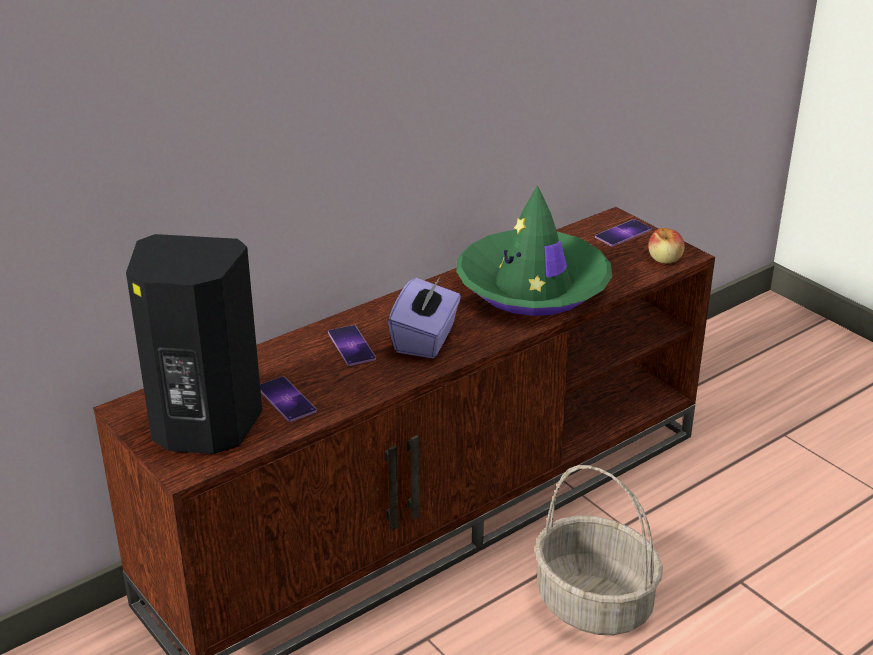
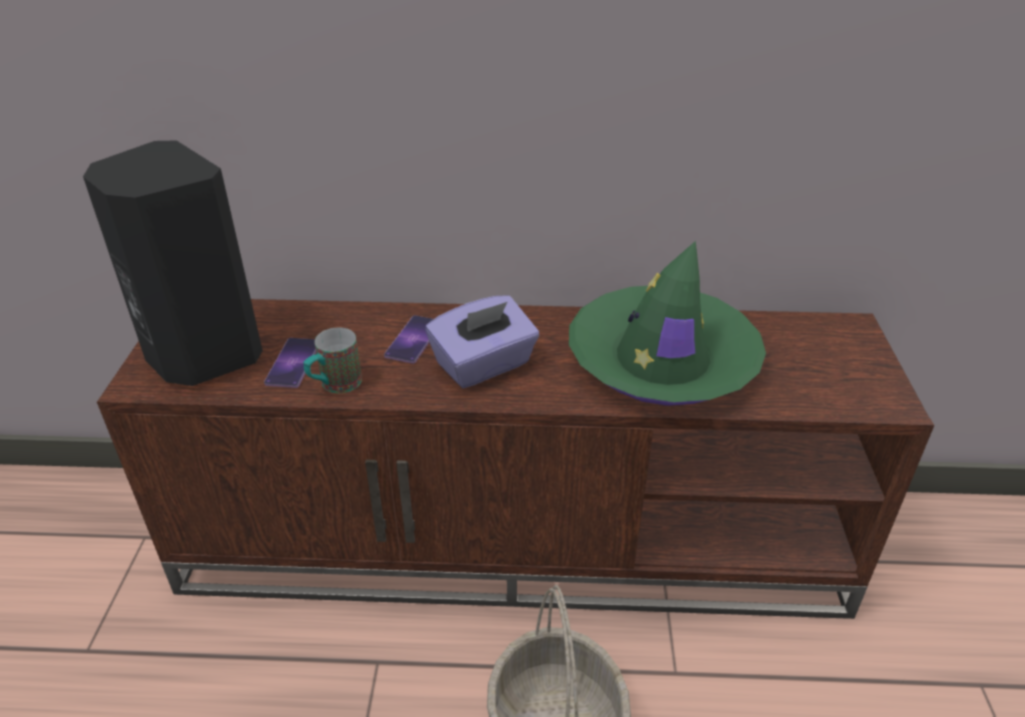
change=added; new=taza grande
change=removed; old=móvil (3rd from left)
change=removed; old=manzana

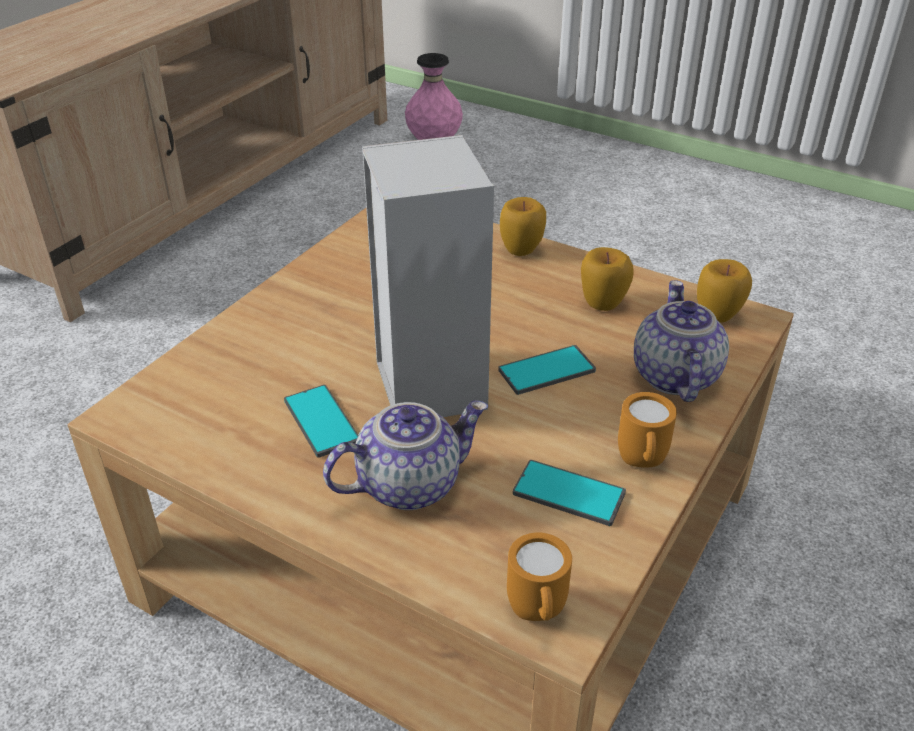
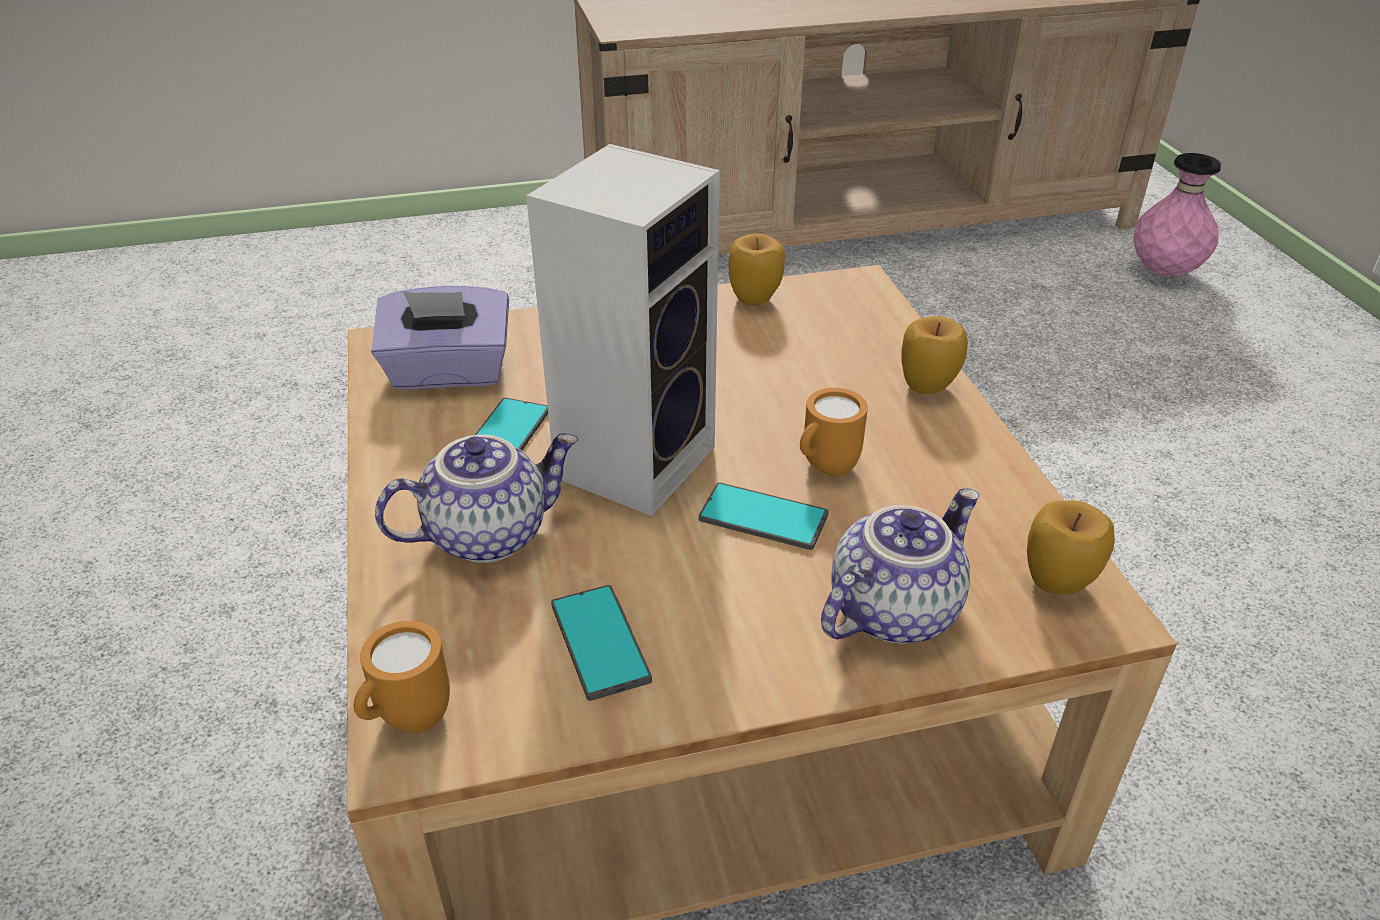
change=added; new=caja de pañuelos (morado)
change=turned; old=tetera (1st from left); degrees=-45
change=moved; old=manzana (2nd from left in the first image); new=manzana (1st from left)
change=moved; old=taza grande (naranja) (2nd from left)

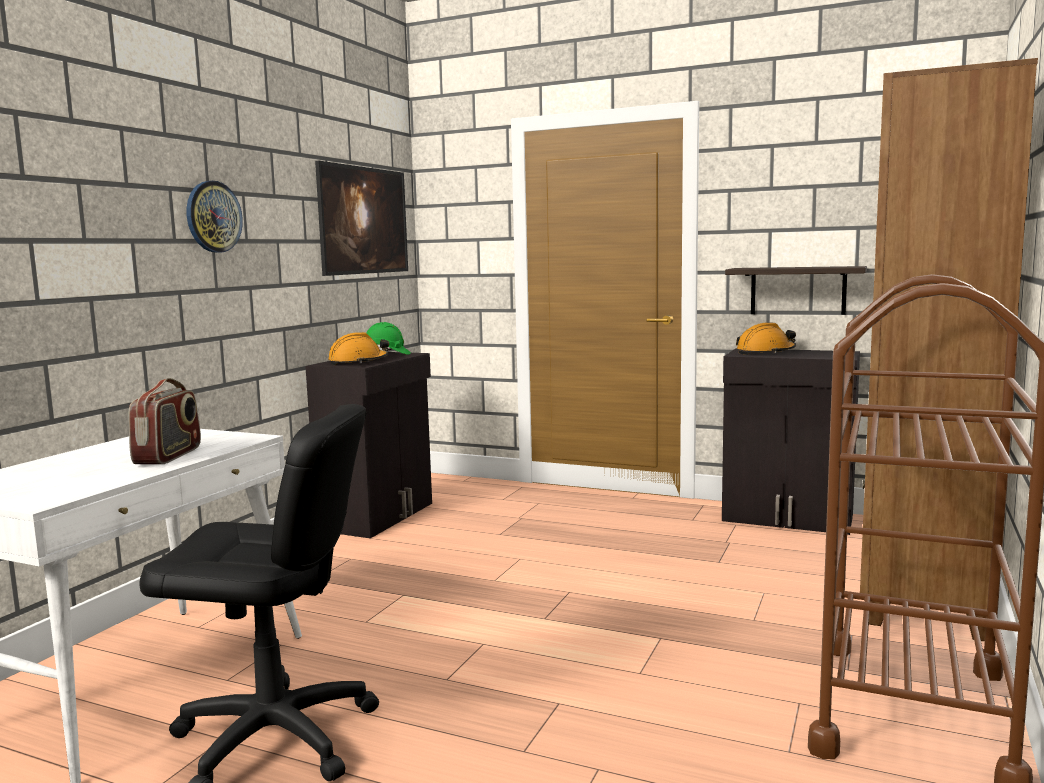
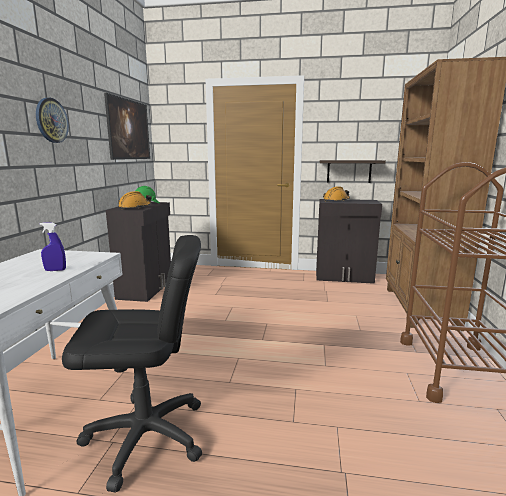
change=replaced; old=radio; new=pulverizador (azul)

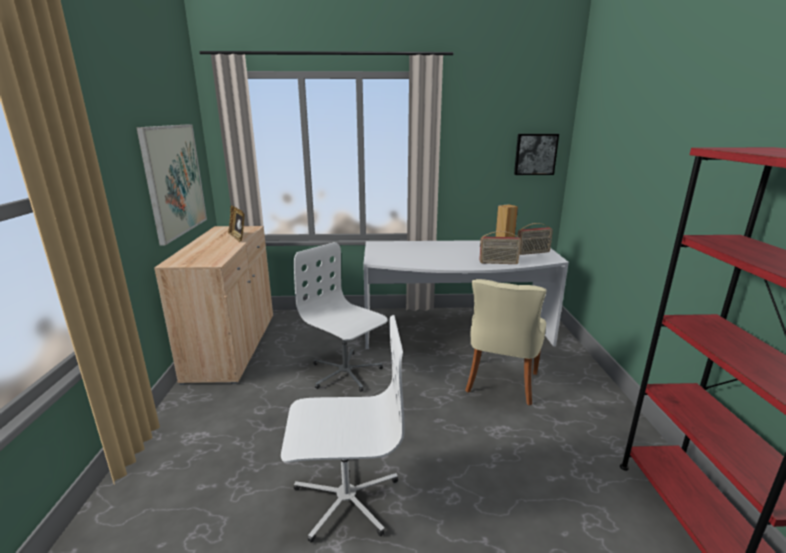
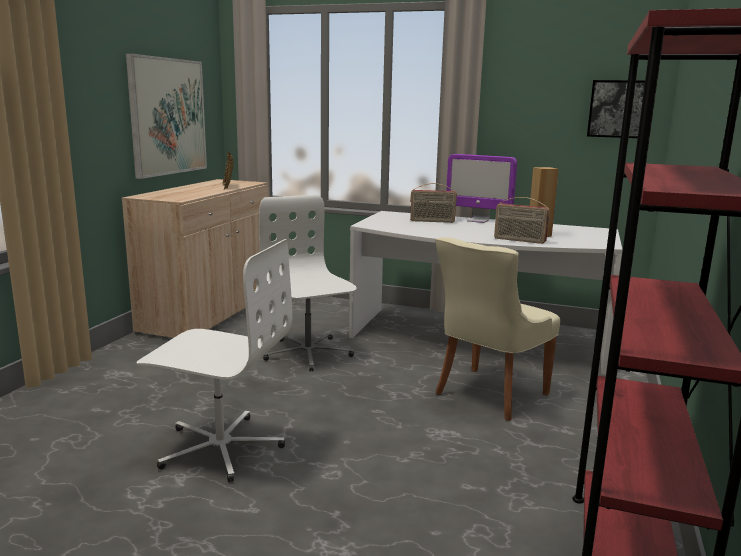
change=moved; old=radio (2nd from left in the first image); new=radio (1st from left)
change=added; new=monitor

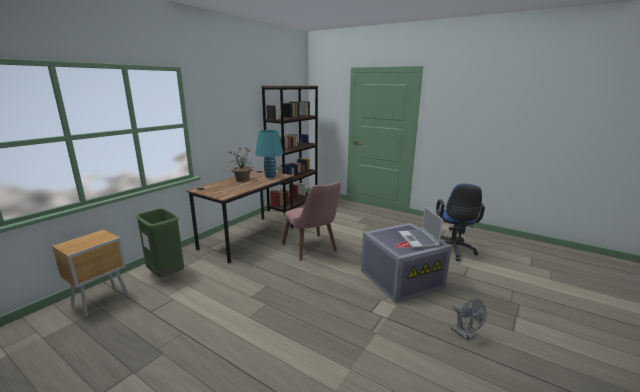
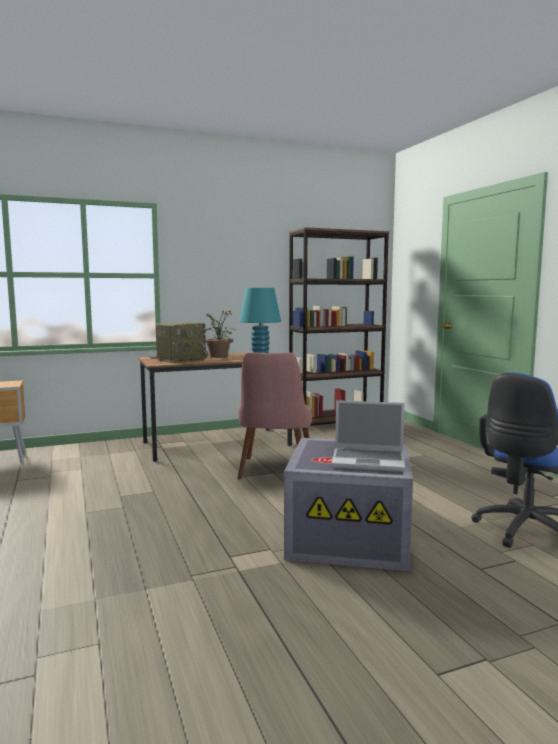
change=added; new=radio
change=turned; old=portátil; degrees=-105
change=removed; old=papelera (verde)
change=removed; old=ventilador (gris)

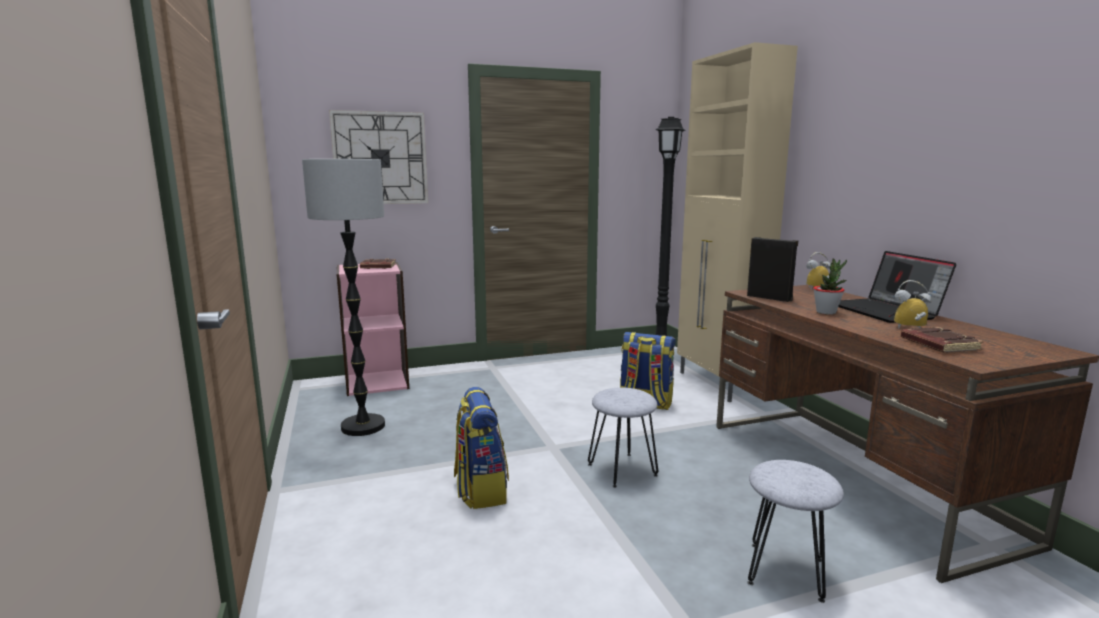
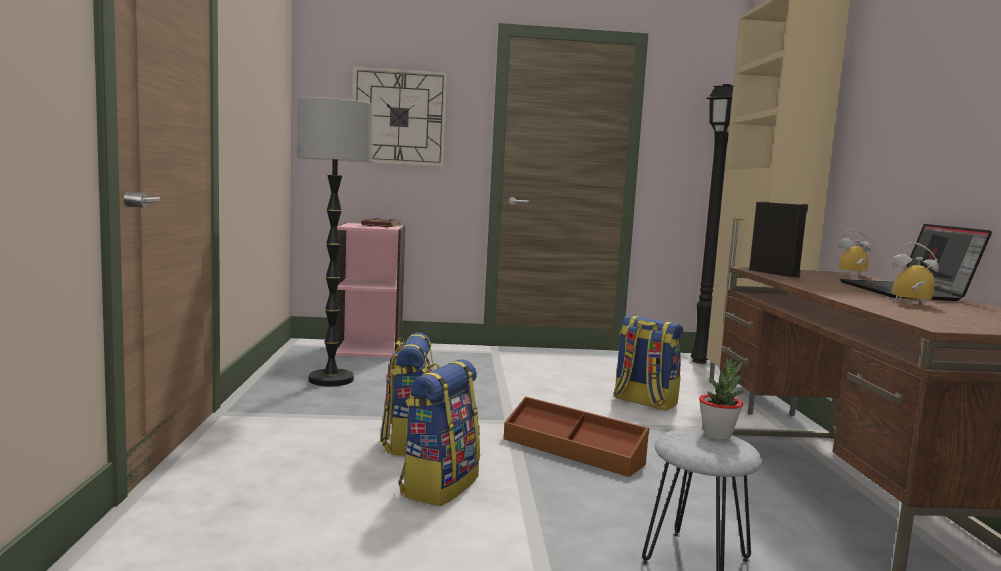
change=added; new=mochila (2nd from left)
change=replaced; old=taburete (gris) (1st from left); new=caja de almacenaje (marrón)
change=moved; old=planta en maceta
change=removed; old=libro (marrón) (2nd from left)

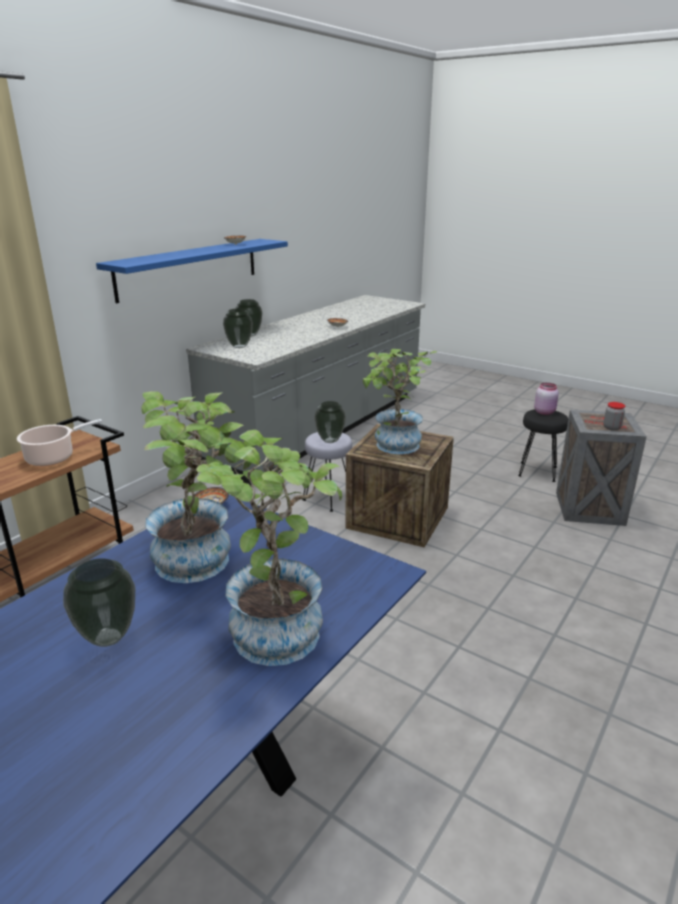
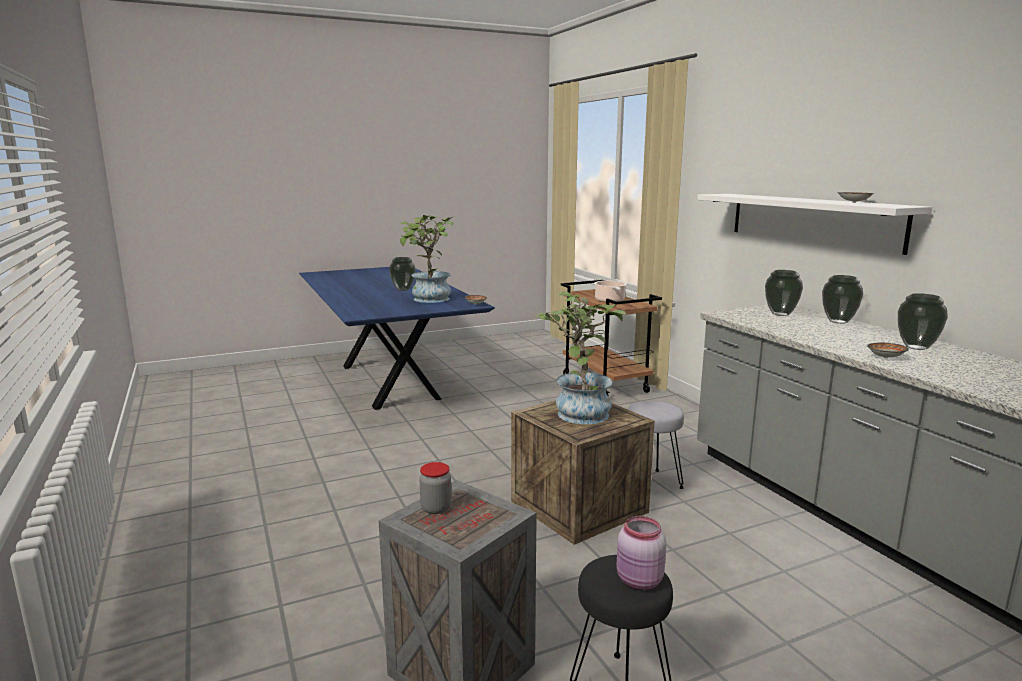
change=recoloured; old=estante (azul); new=estante (blanco)
change=moved; old=florero (4th from left)
change=removed; old=planta en maceta (2nd from left)

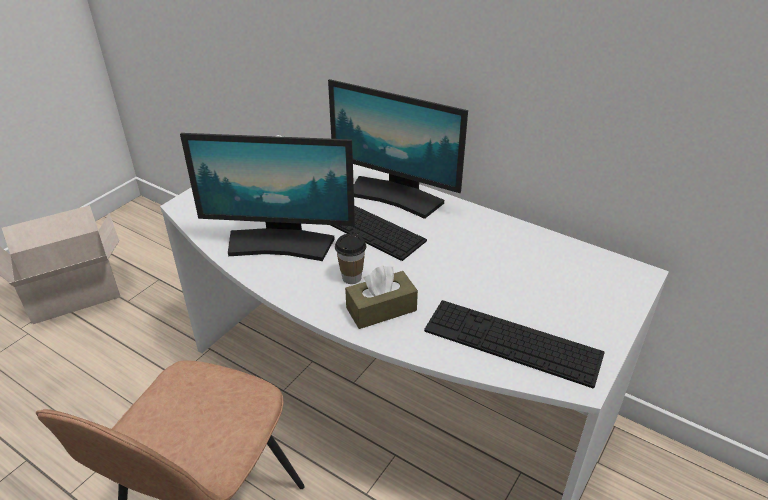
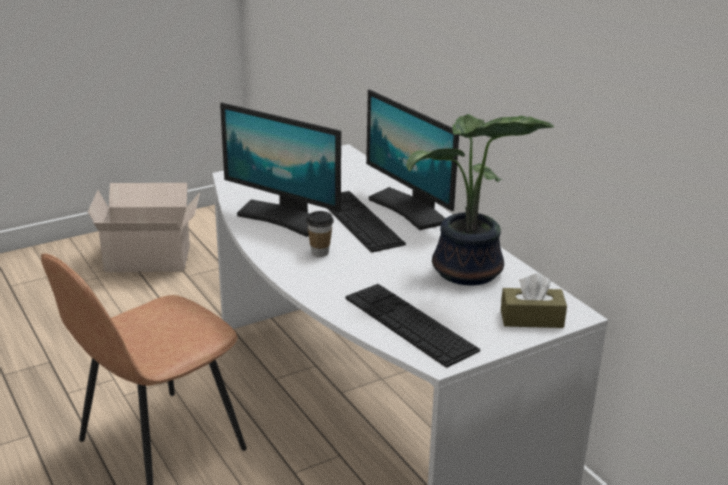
change=added; new=planta en maceta
change=moved; old=caja de pañuelos (marrón)

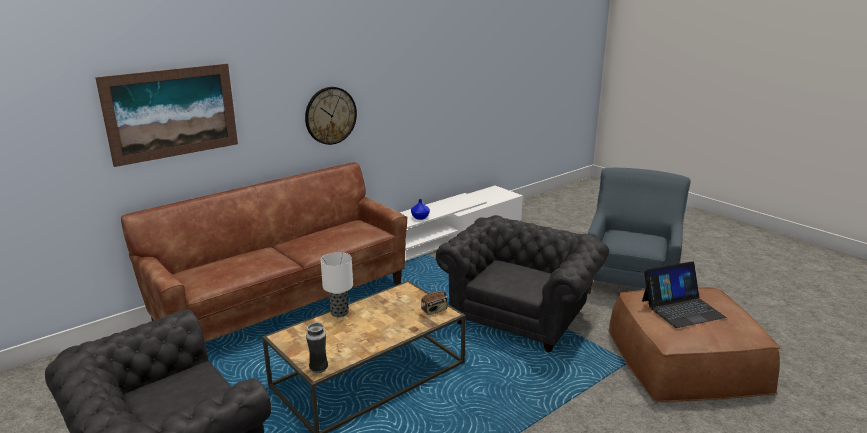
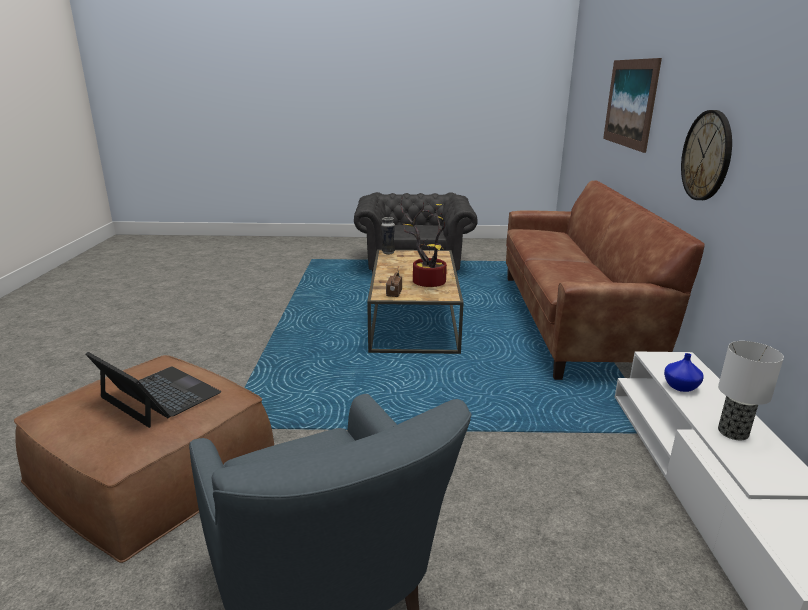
change=turned; old=portátil; degrees=105
change=added; new=planta en maceta
change=moved; old=lámpara de mesa
change=removed; old=sillón (gris) (2nd from left)

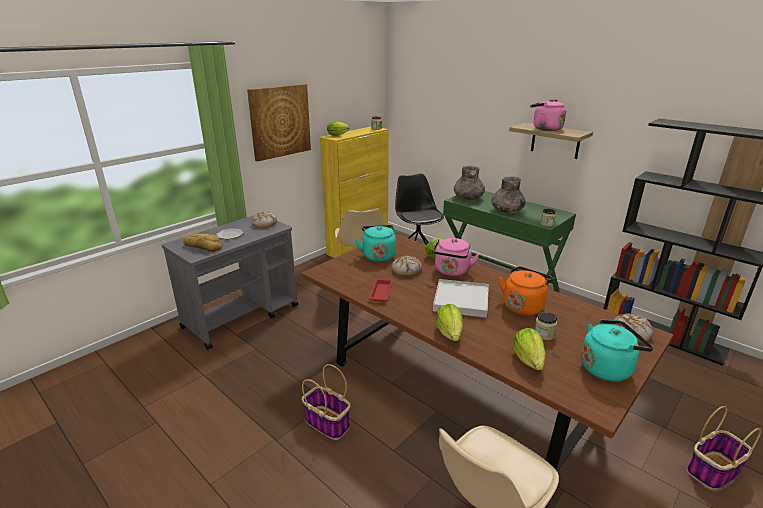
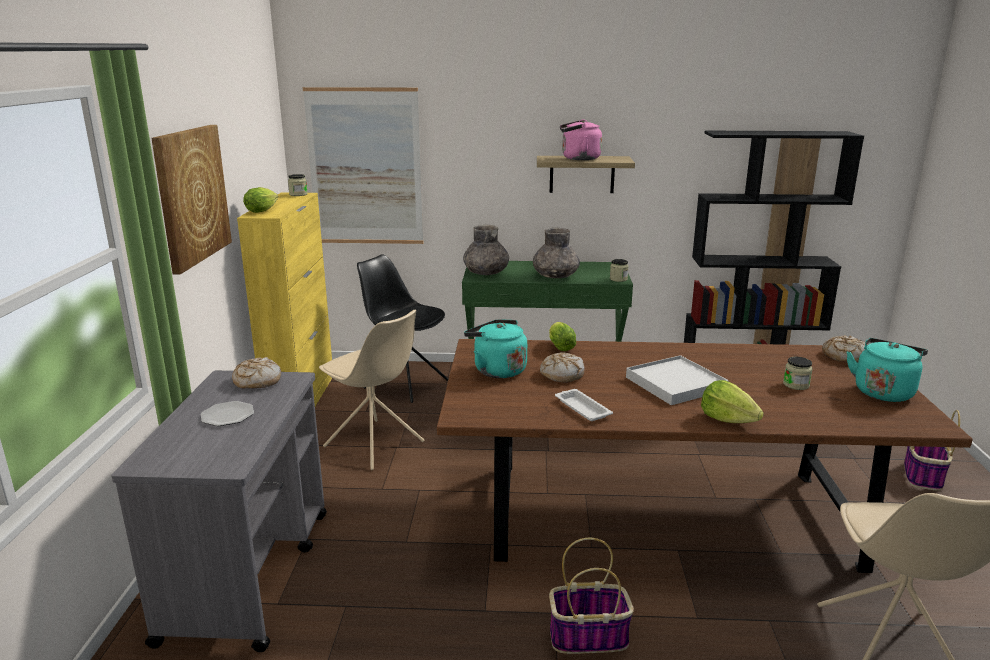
change=added; new=cuadro (2nd from left)
change=recoloured; old=bandeja (rojo); new=bandeja (blanco) (1st from left)
change=removed; old=pan (1st from left)
change=removed; old=hervidor (rosa) (1st from left)
change=removed; old=hervidor (naranja)
change=removed; old=lechuga (4th from left)

